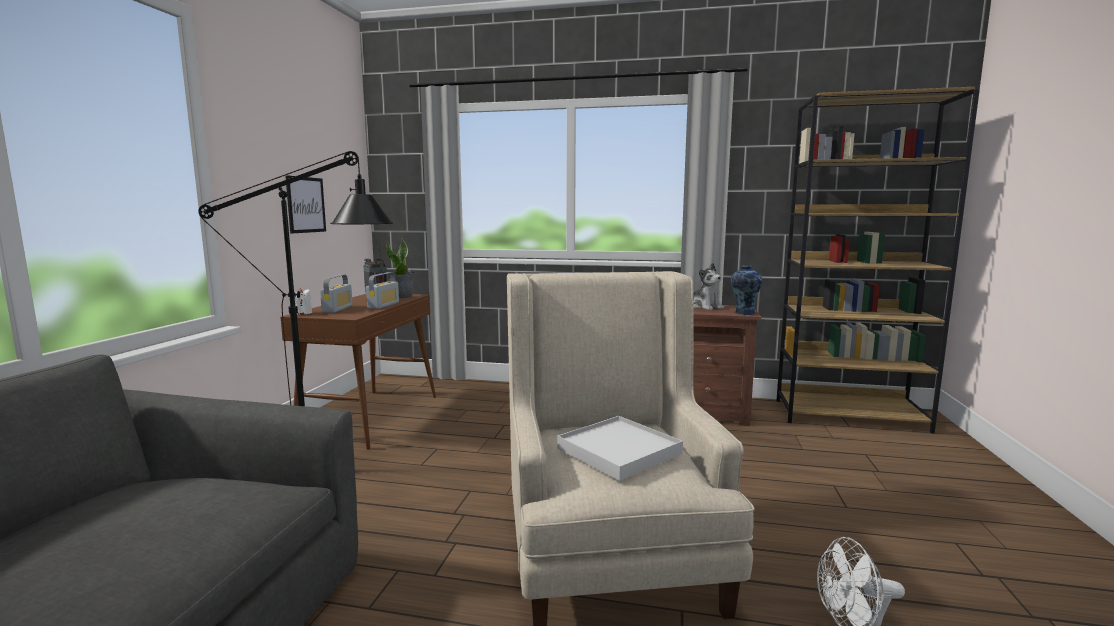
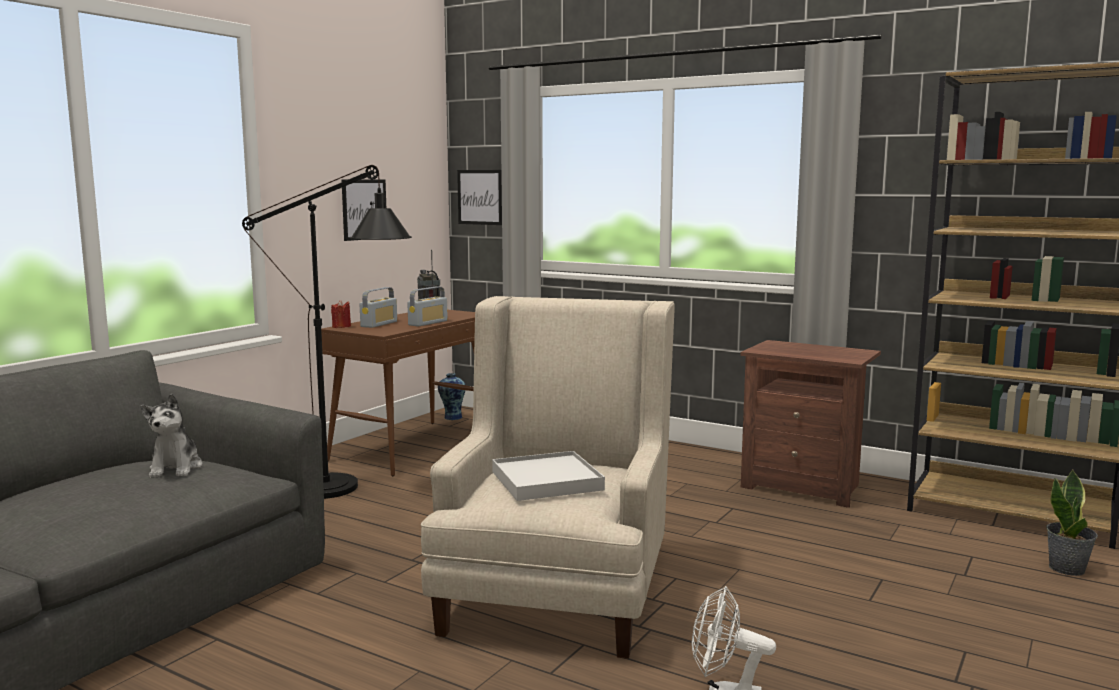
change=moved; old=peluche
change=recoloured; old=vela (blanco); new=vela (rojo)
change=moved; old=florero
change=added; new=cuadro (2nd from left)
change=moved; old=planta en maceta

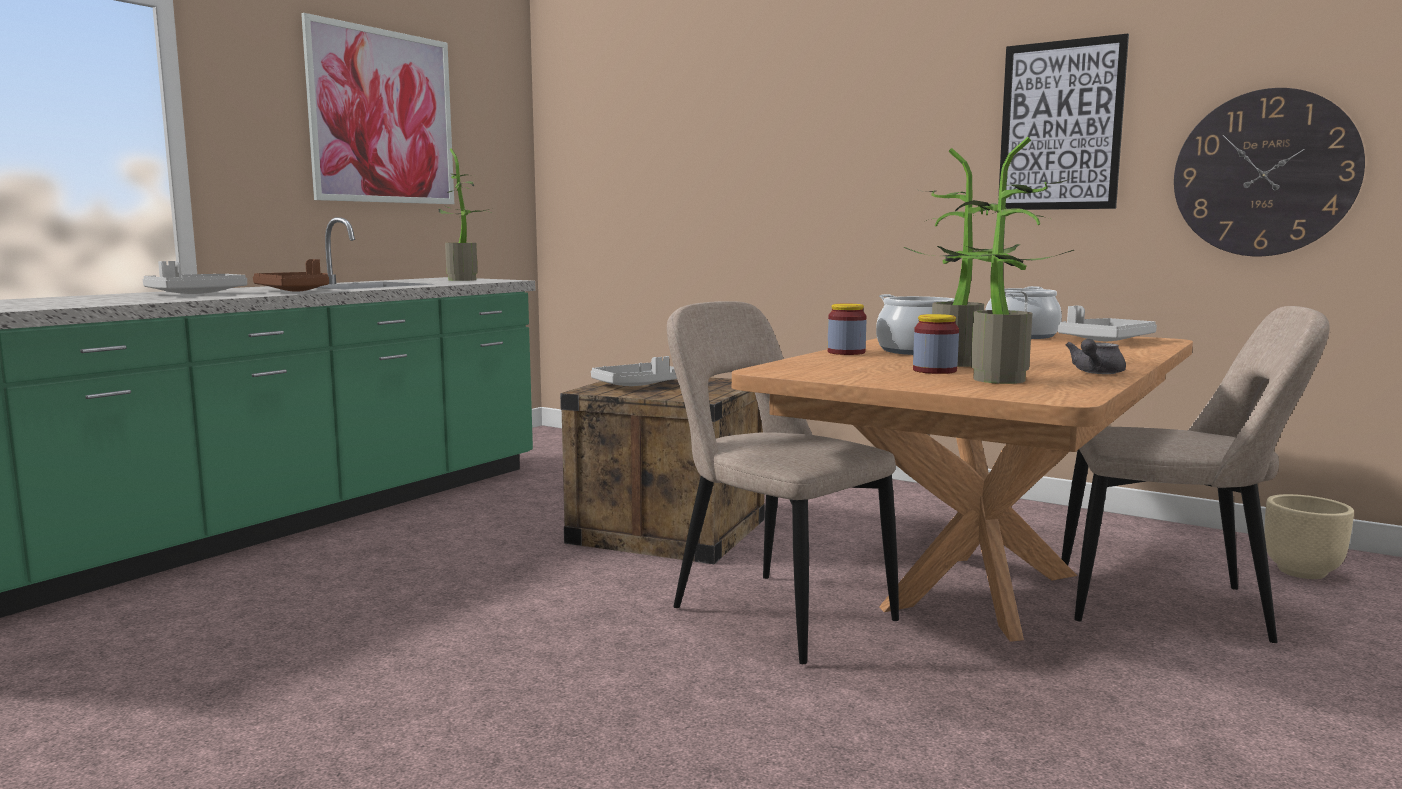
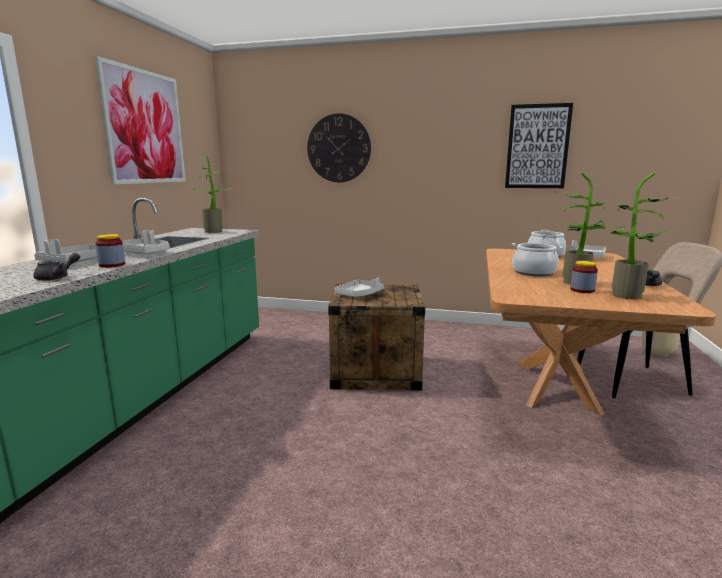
change=added; new=tetera (gris) (1st from left)
change=moved; old=tarro (1st from left)
change=recoloured; old=bandeja (marrón); new=bandeja (gris) (2nd from left)
change=moved; old=reloj de pared
change=removed; old=silla (beis) (1st from left)

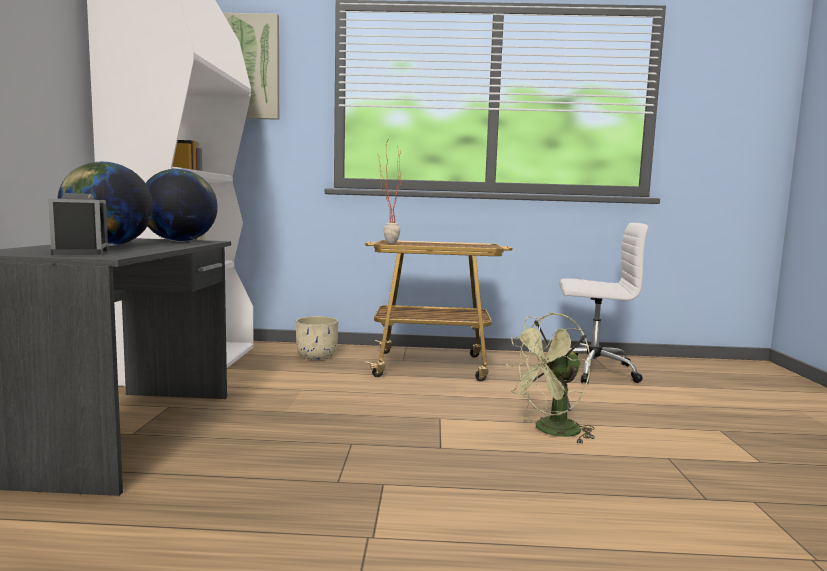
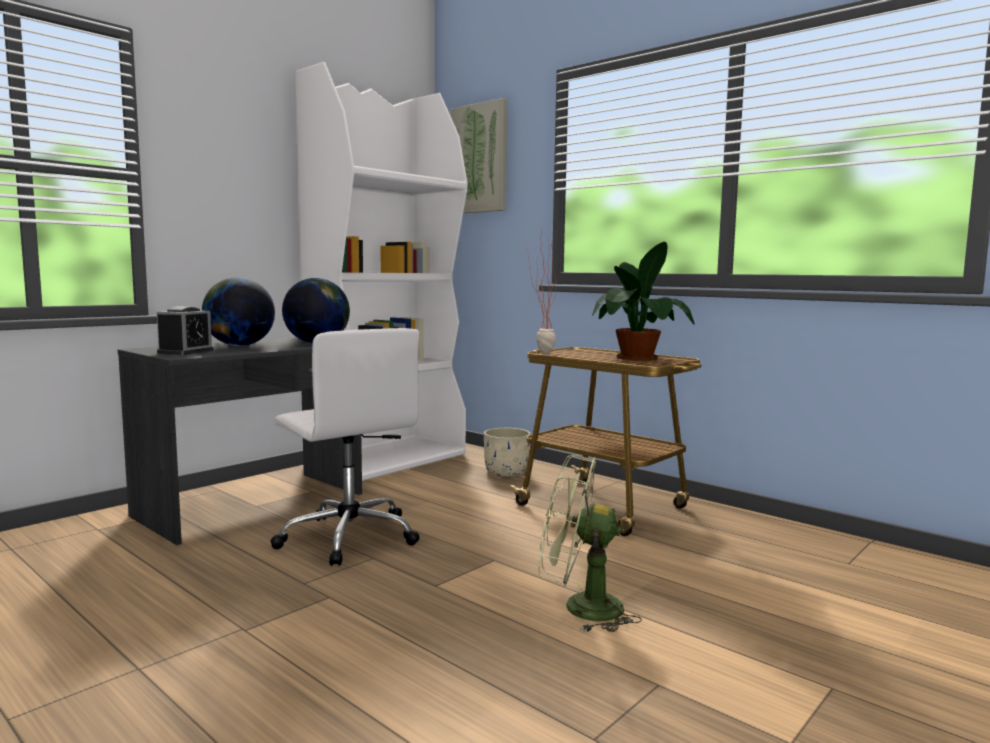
change=moved; old=silla de oficina (blanco)
change=added; new=planta en maceta (2nd from left)

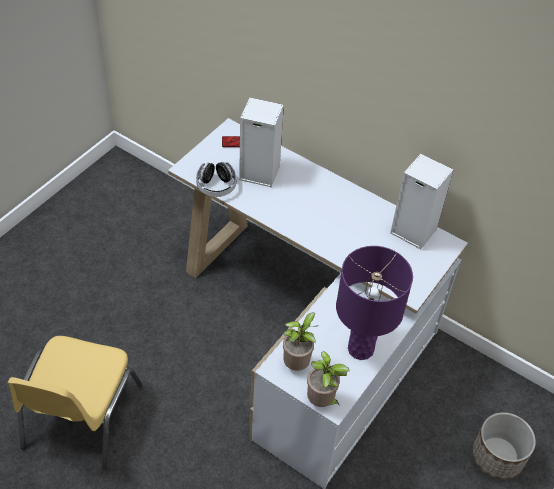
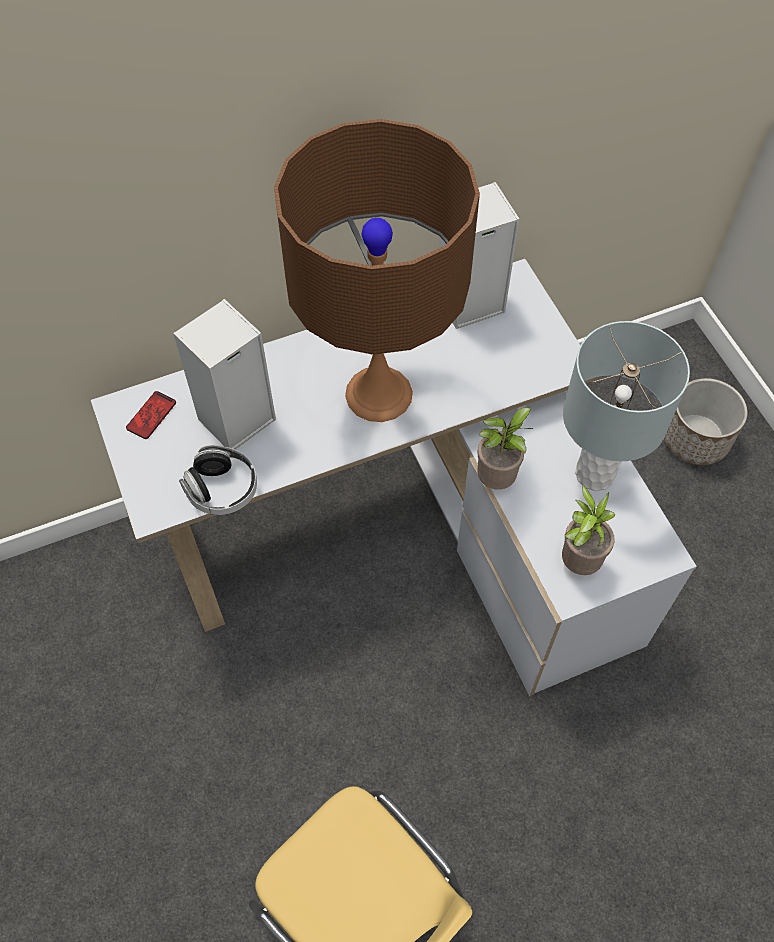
change=added; new=lámpara de mesa (marrón)
change=moved; old=planta en maceta (2nd from left in the first image); new=planta en maceta (1st from left)
change=recoloured; old=lámpara de mesa (morado); new=lámpara de mesa (gris)

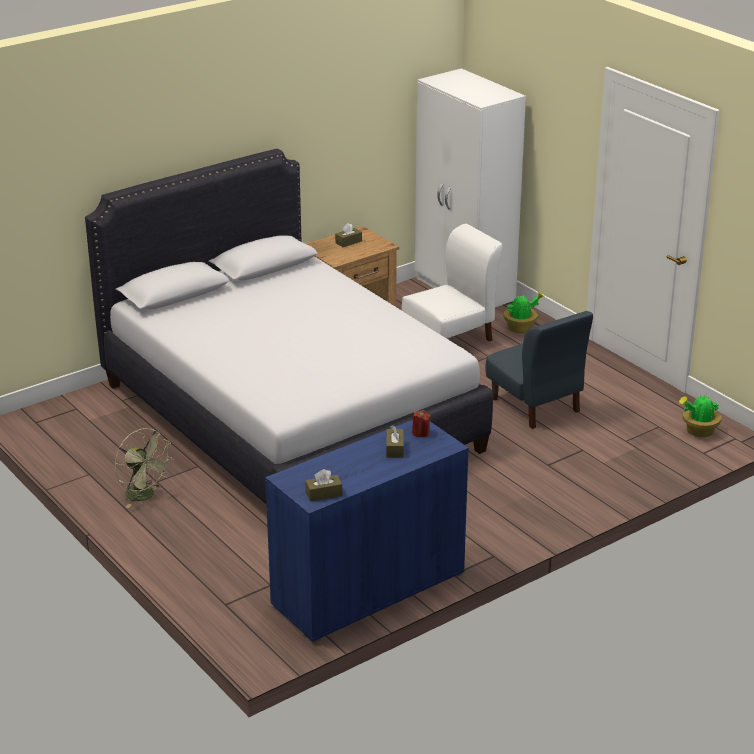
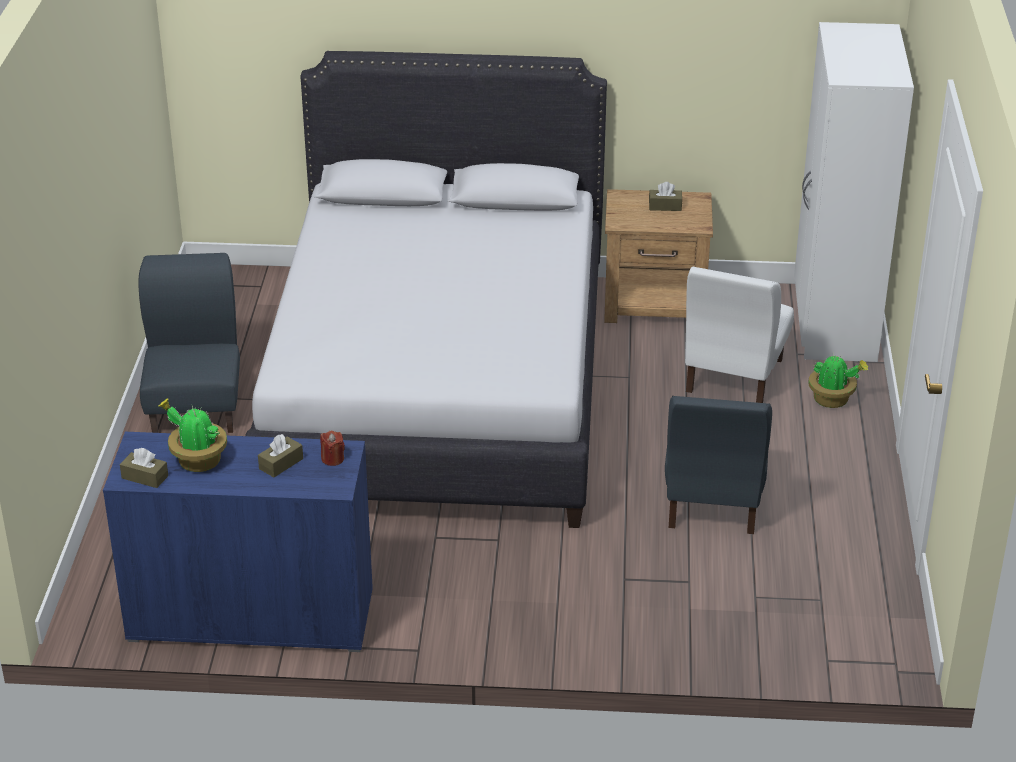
change=replaced; old=ventilador (verde); new=silla (azul) (1st from left)
change=moved; old=planta en maceta (2nd from left in the first image); new=planta en maceta (1st from left)
change=turned; old=silla (blanco); degrees=105

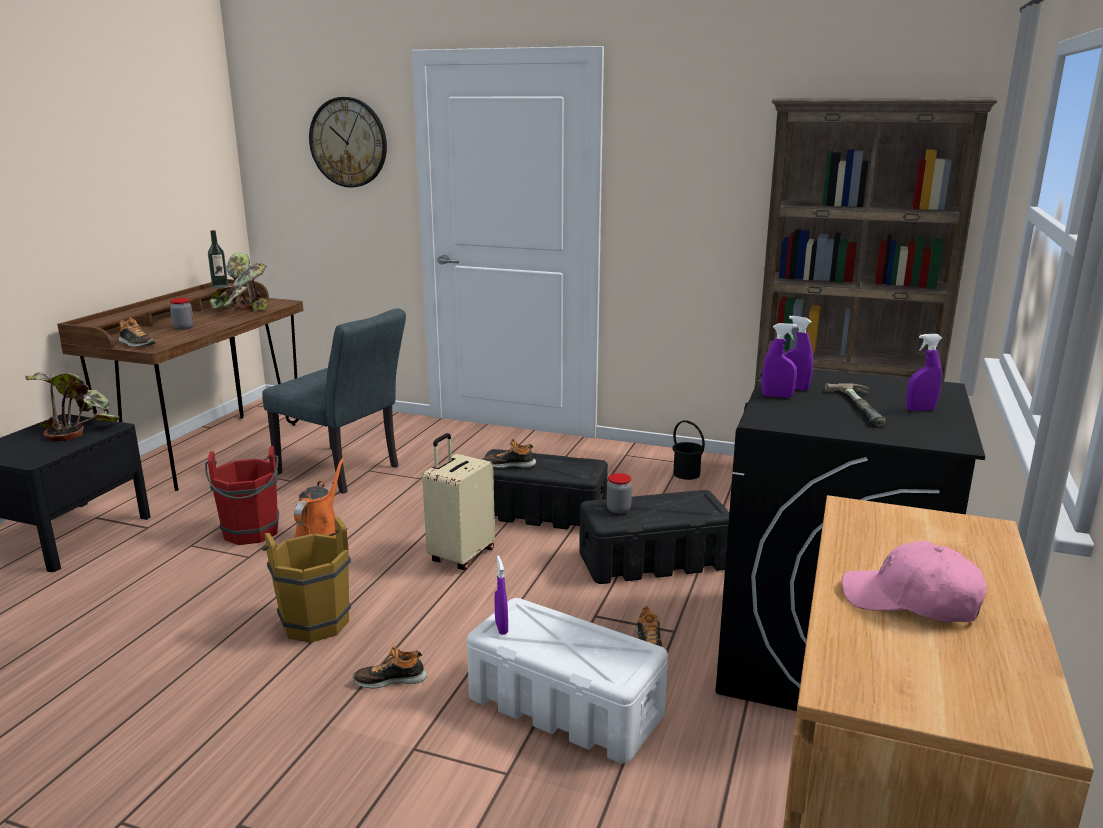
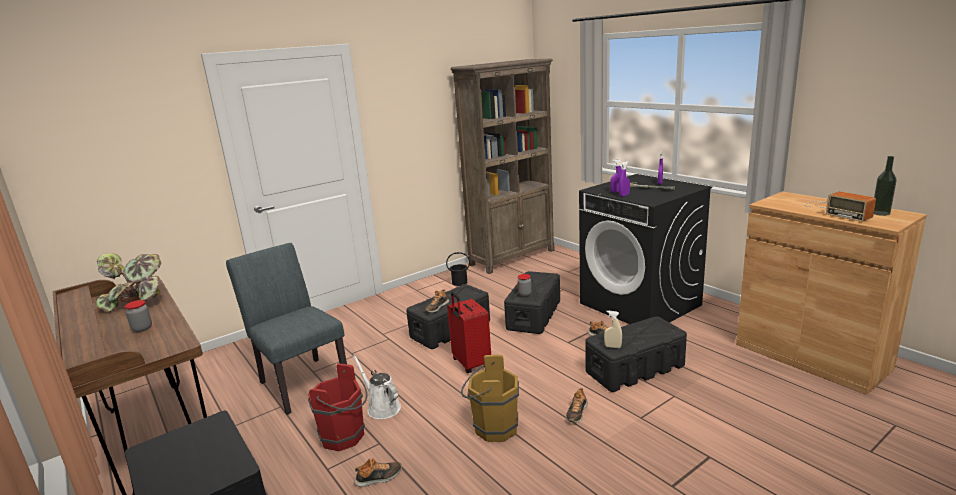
change=turned; old=silla (gris); degrees=-105
change=recoloured; old=regadera (naranja); new=regadera (blanco)
change=moved; old=zapato (1st from left)
change=recoloured; old=maleta (beis); new=maleta (rojo)
change=recoloured; old=caja de almacenaje (blanco); new=caja de almacenaje (negro) (3rd from left)
change=recoloured; old=pulverizador (morado) (1st from left); new=pulverizador (beis)
change=replaced; old=gorra (rosa); new=radio
change=moved; old=botella
change=removed; old=planta en maceta (1st from left)
change=removed; old=reloj de pared

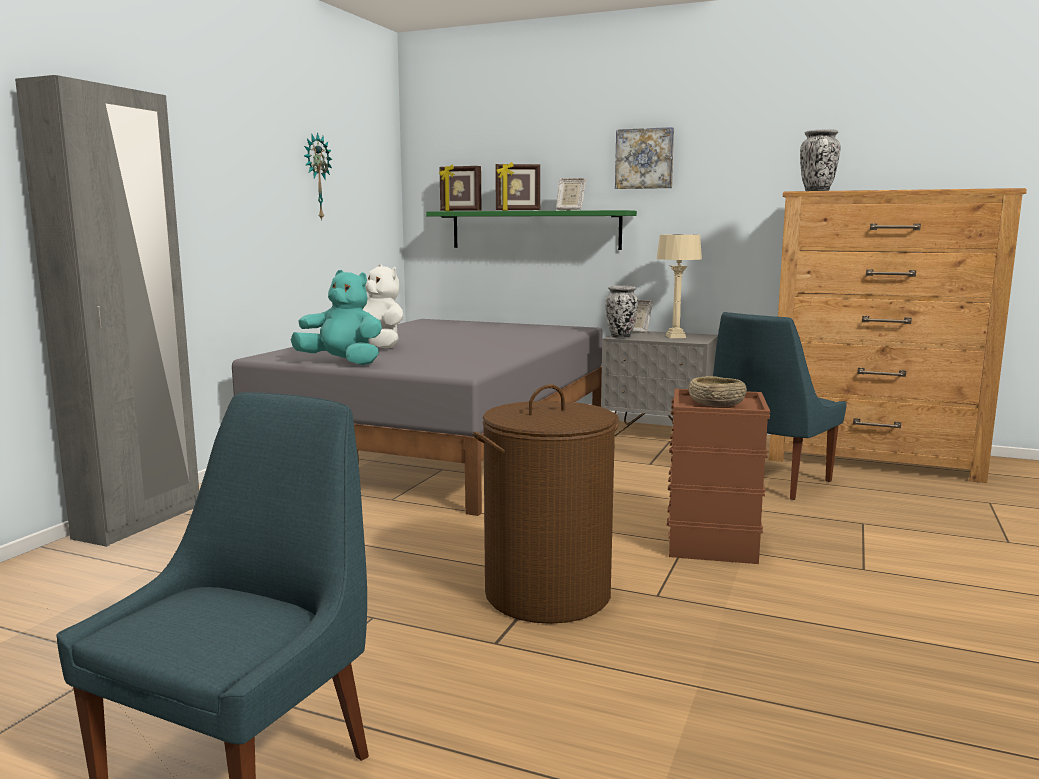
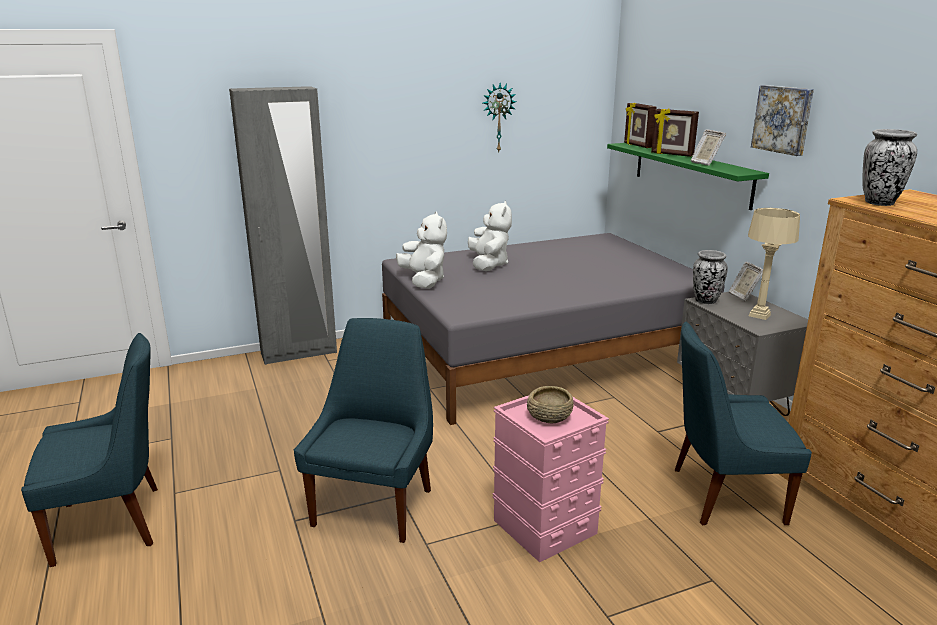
change=replaced; old=cesto de la ropa (marrón); new=silla (azul) (2nd from left)
change=recoloured; old=peluche (turquesa); new=peluche (blanco) (1st from left)
change=recoloured; old=caja de almacenaje (marrón); new=caja de almacenaje (rosa)

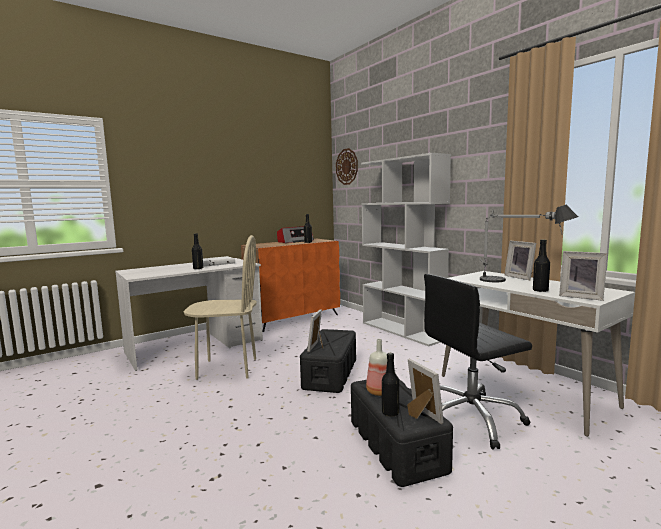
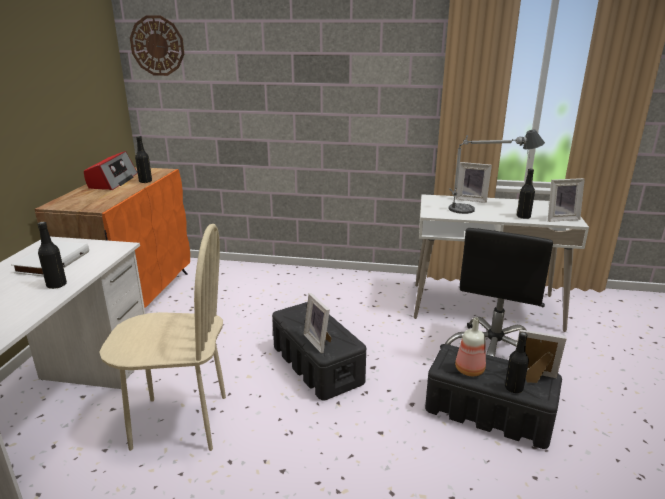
change=turned; old=silla (beis); degrees=45
change=removed; old=estantería (blanco)

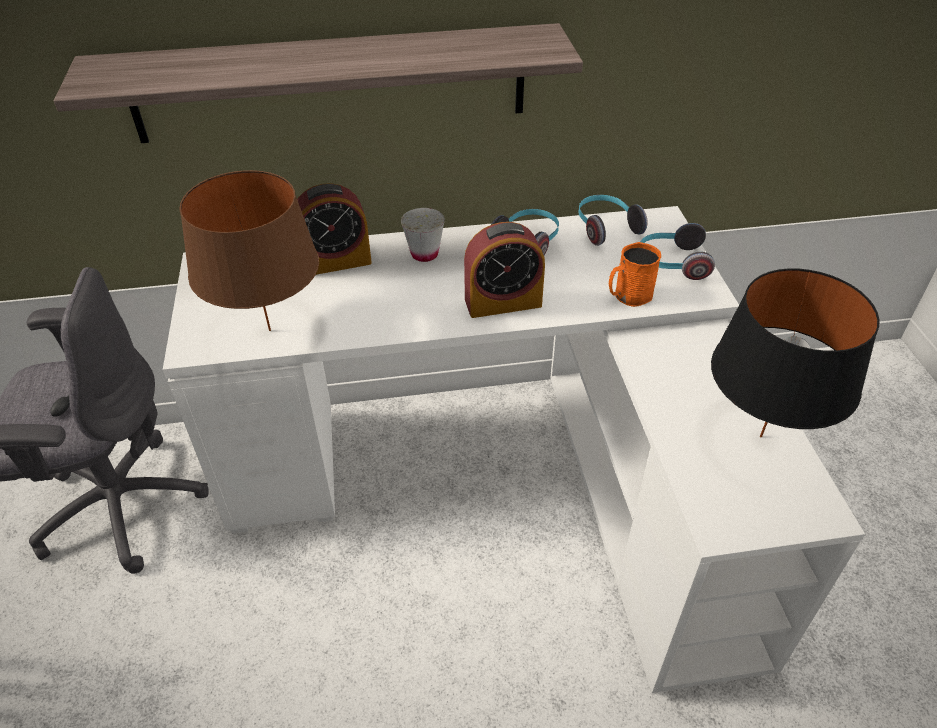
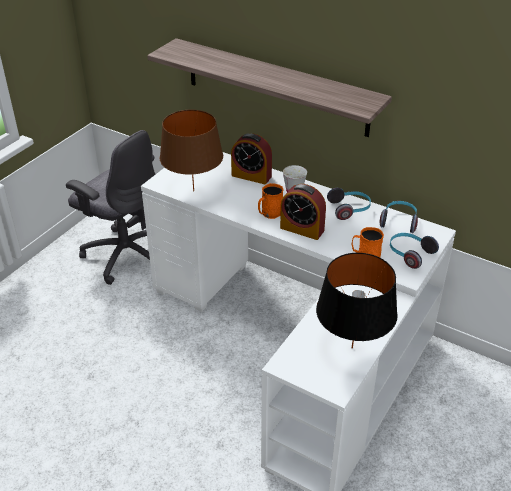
change=added; new=taza grande (naranja) (1st from left)

